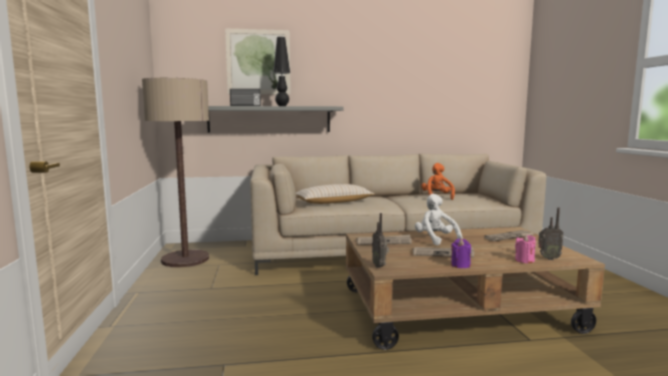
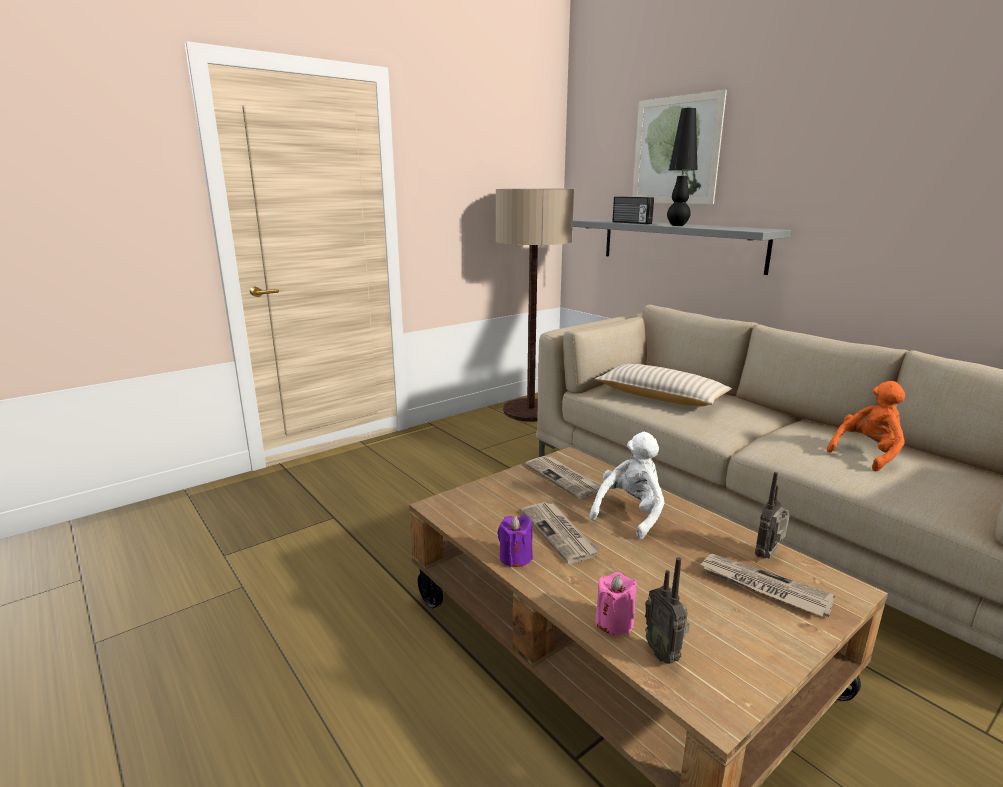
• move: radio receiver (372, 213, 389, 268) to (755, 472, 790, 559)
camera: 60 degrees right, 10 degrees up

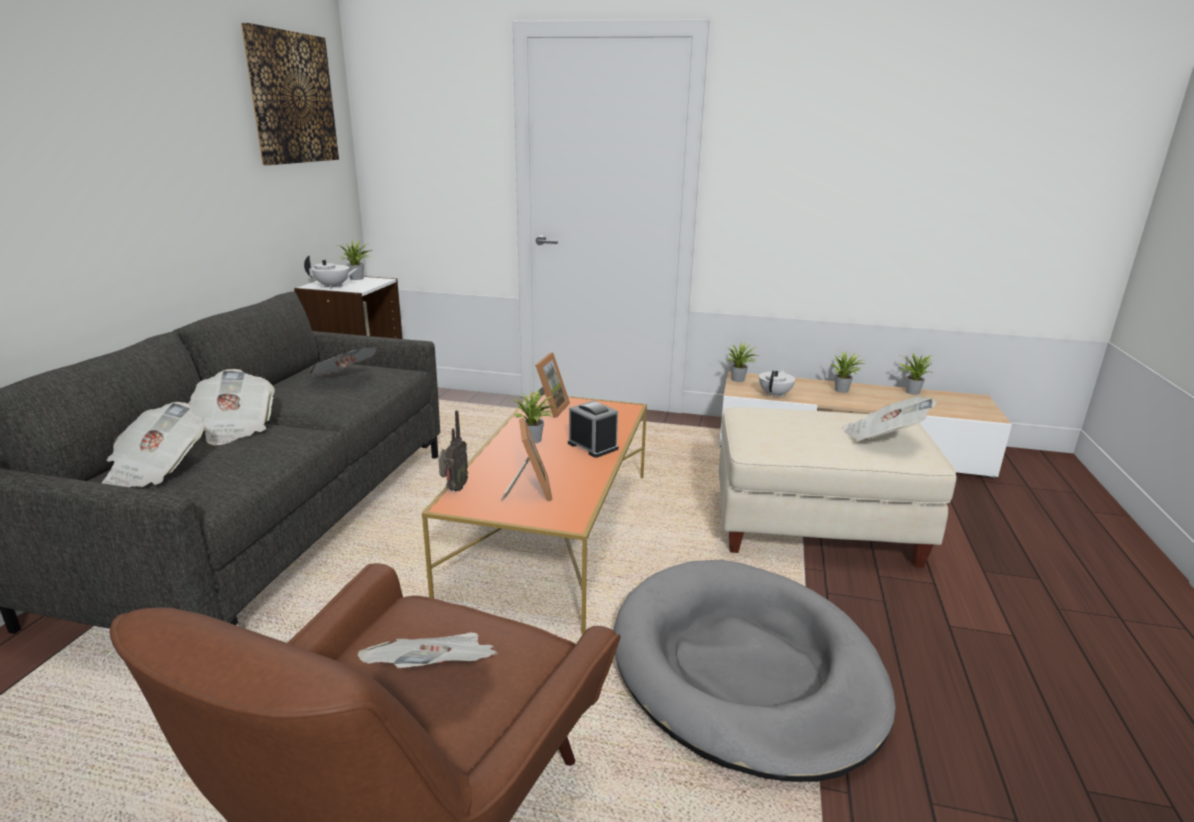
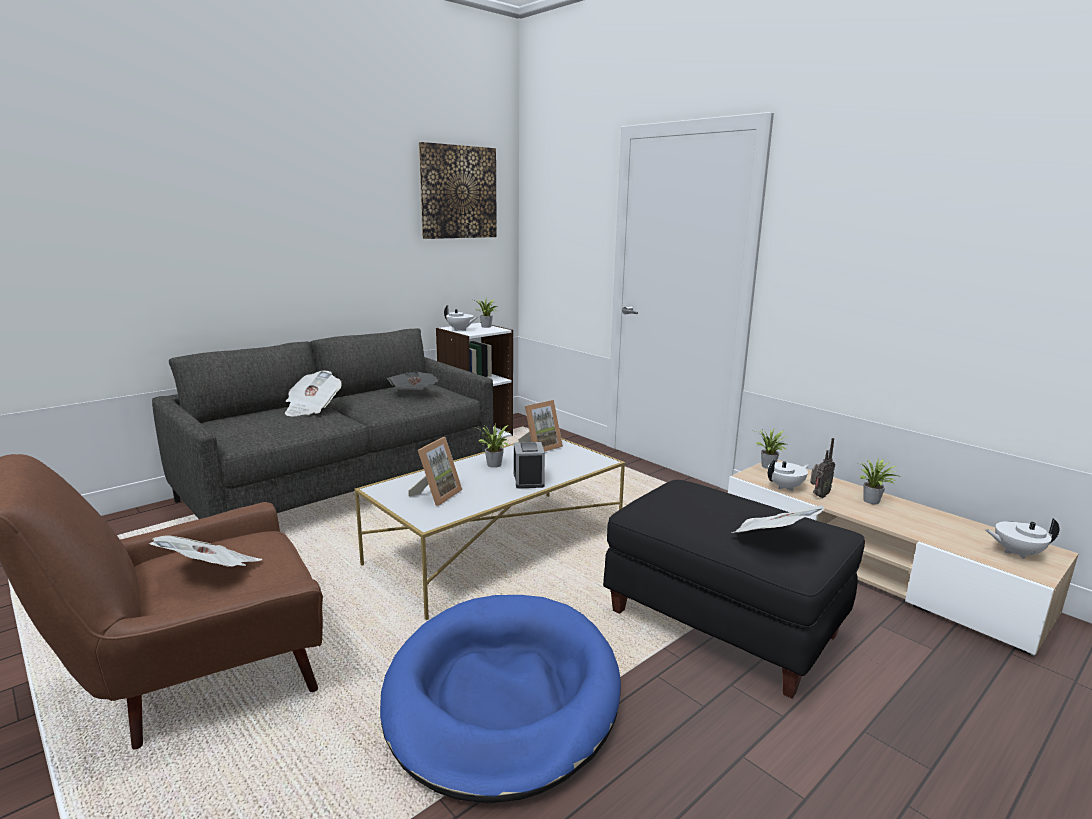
• delete: daily paper (102, 402, 204, 487)
• delete: potted plant (898, 352, 933, 395)
• insert: pot for tea (white) (985, 519, 1059, 559)
• move: radio receiver (438, 410, 468, 491) to (810, 438, 835, 498)
• recolor: coffee table (orangey) (422, 392, 647, 634) to coffee table (white) (354, 438, 625, 620)
• recolor: dog cushion (grey) (614, 560, 896, 782) to dog cushion (blue) (380, 595, 621, 803)
• recolor: footrest (sand-coloured) (718, 407, 956, 568) to footrest (black) (603, 480, 865, 699)
camera: 35 degrees right, 5 degrees down

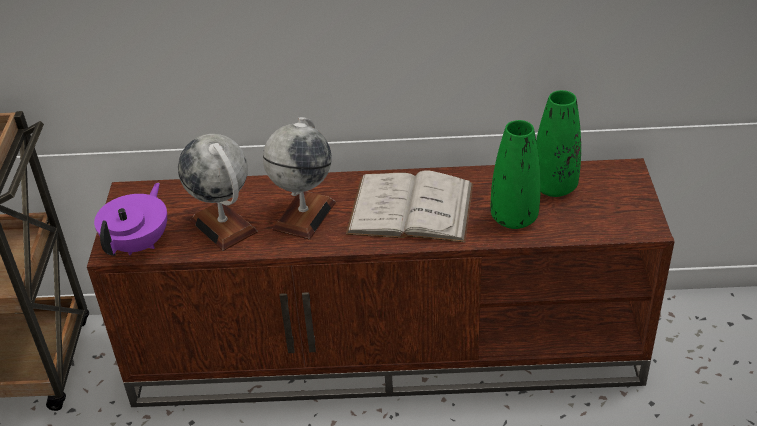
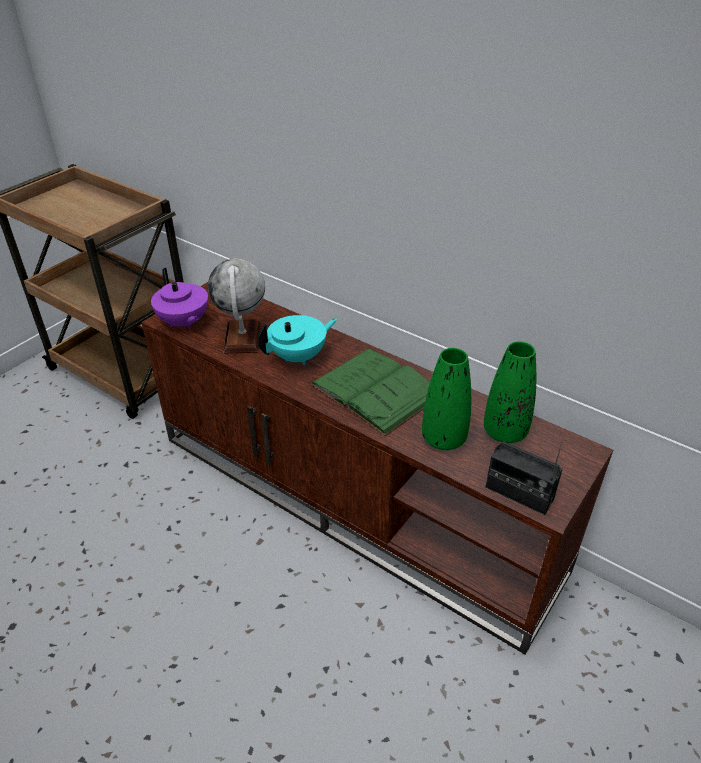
• insert: radio receiver (485, 441, 563, 515)
• replace: world globe (263, 117, 336, 239) to pot for tea (turquoise-coloured) (257, 315, 338, 366)
• recolor: bound book (white) (346, 170, 473, 242) to bound book (green) (311, 349, 430, 436)
• rotate: pot for tea (purple-coloured) (94, 183, 167, 256) = (151, 268, 208, 330) 90 degrees clockwise
camera: 35 degrees right, 0 degrees up

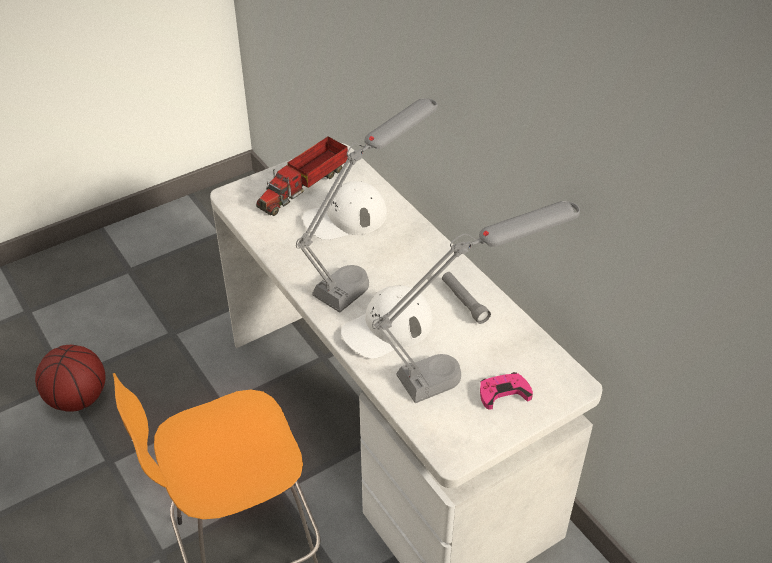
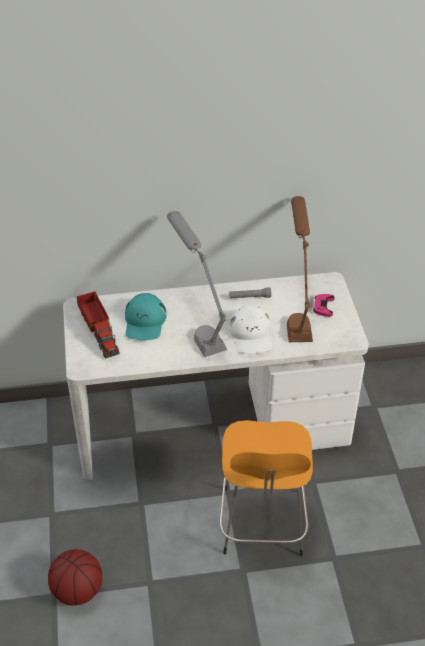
• recolor: peaked cap (white) (303, 181, 387, 240) to peaked cap (turquoise-coloured) (125, 293, 166, 340)
• recolor: lamp for a table (grey) (372, 201, 580, 403) to lamp for a table (brown-coloured) (287, 196, 313, 342)
camera: 65 degrees left, 0 degrees up

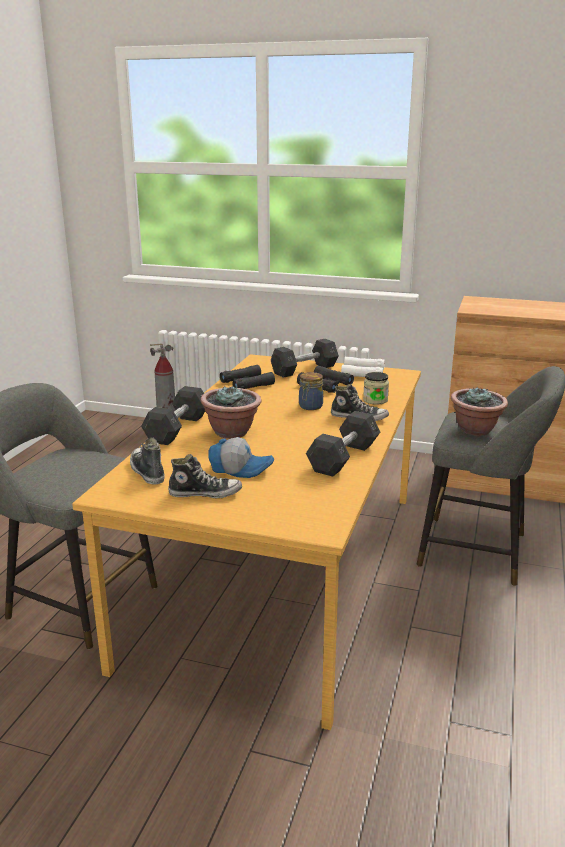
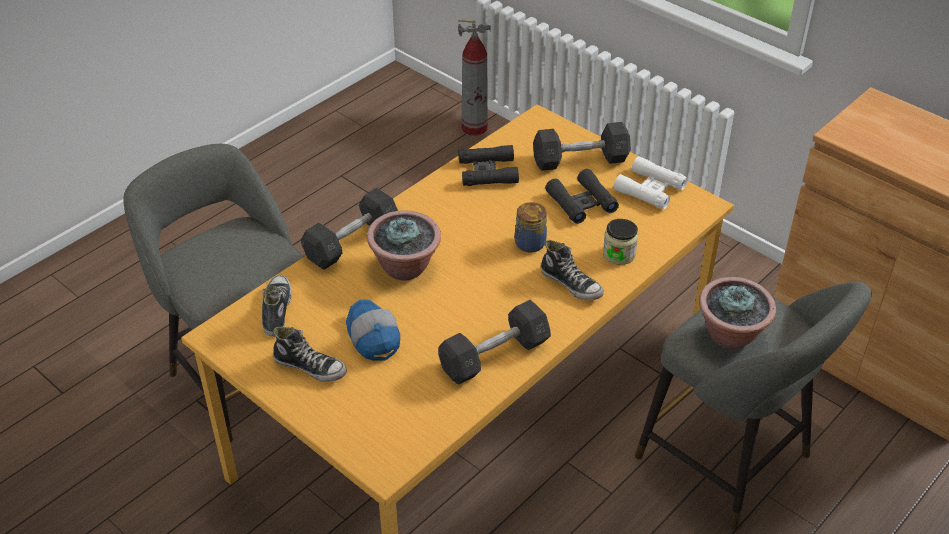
• rotate: peaked cap (208, 437, 274, 478) = (346, 300, 400, 361) 150 degrees counterclockwise
camera: 25 degrees right, 20 degrees up

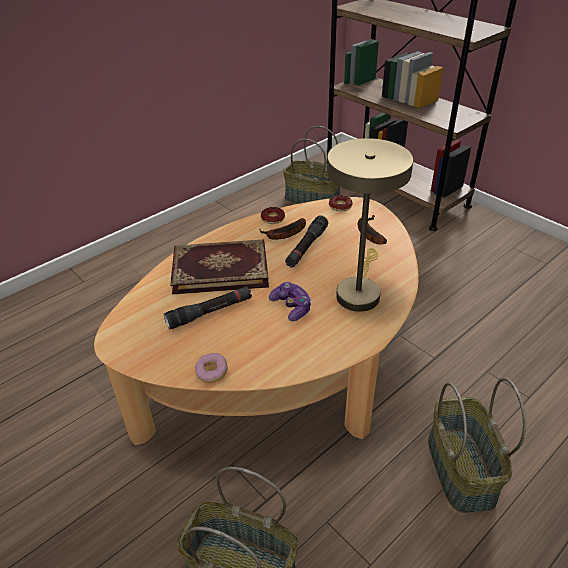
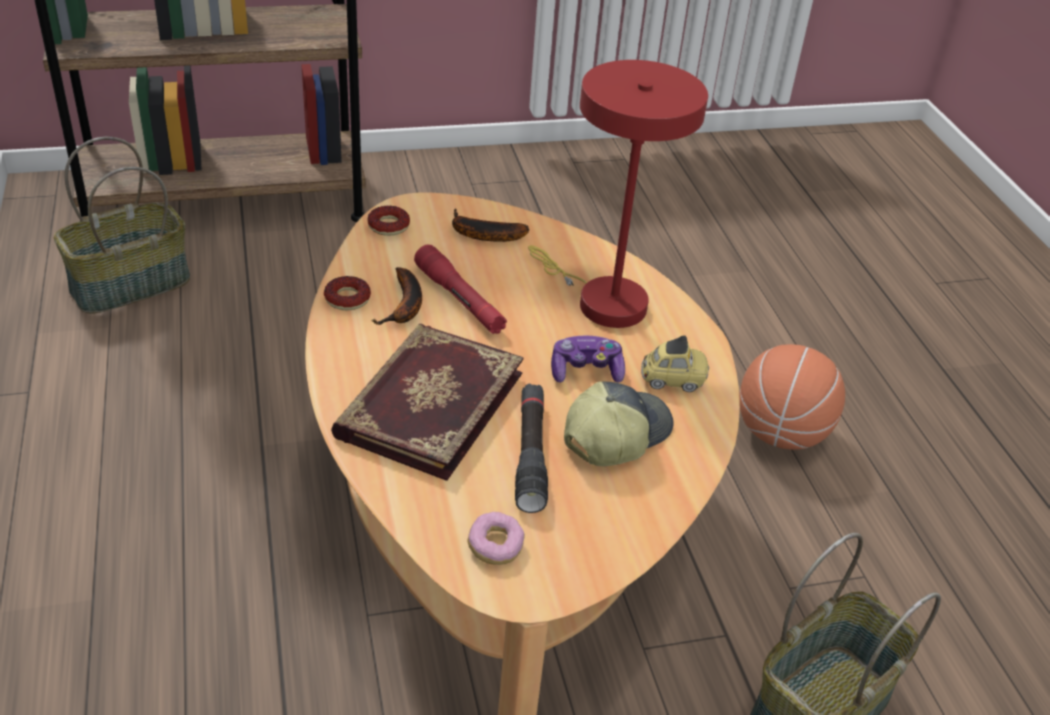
• insert: peaked cap (564, 381, 674, 466)
• insert: model car (641, 336, 709, 392)
• move: ring doughnut (195, 353, 228, 383) to (468, 512, 525, 565)
• replace: household basket (428, 378, 526, 513) to ball for basketball (739, 344, 845, 450)
• recolor: hand torch (black) (285, 215, 328, 268) to hand torch (reddish) (414, 245, 507, 334)
• recolor: lamp for a table (sand-coloured) (327, 138, 413, 312) to lamp for a table (reddish) (528, 60, 708, 328)
camera: 65 degrees left, 0 degrees up

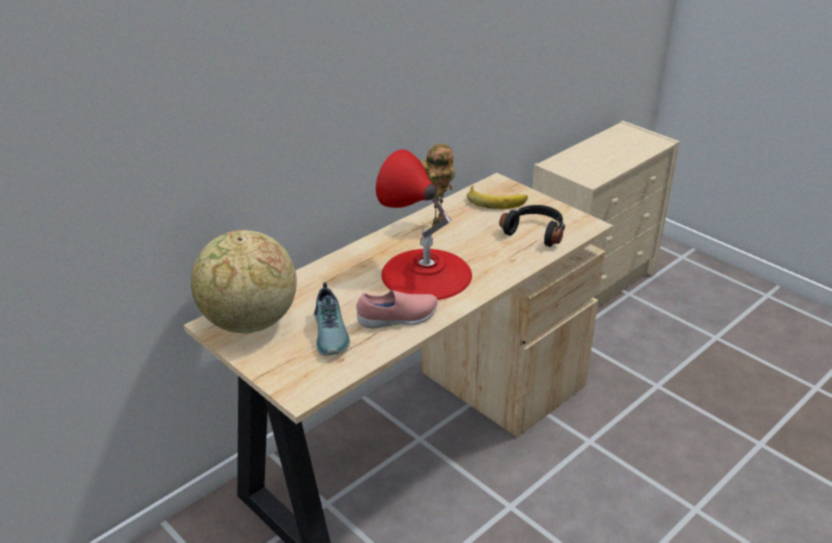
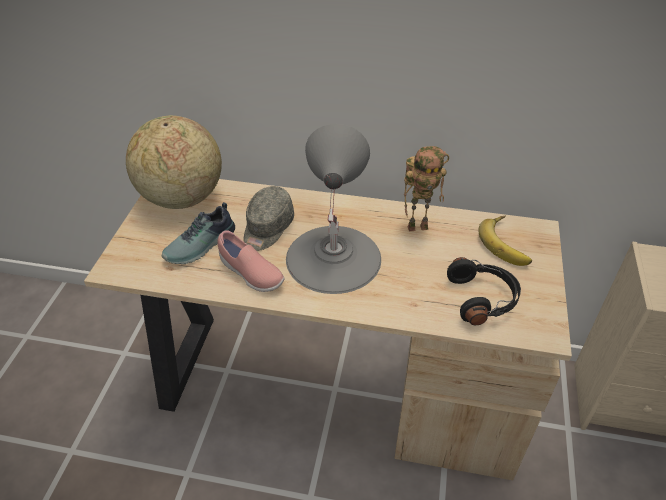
• insert: peaked cap (grey) (243, 186, 294, 251)
• recolor: lamp for a table (reddish) (376, 149, 472, 300) to lamp for a table (grey) (286, 124, 381, 294)
camera: 55 degrees right, 10 degrees up

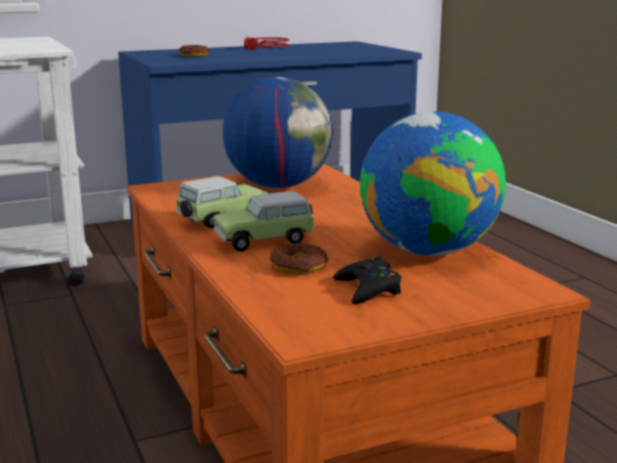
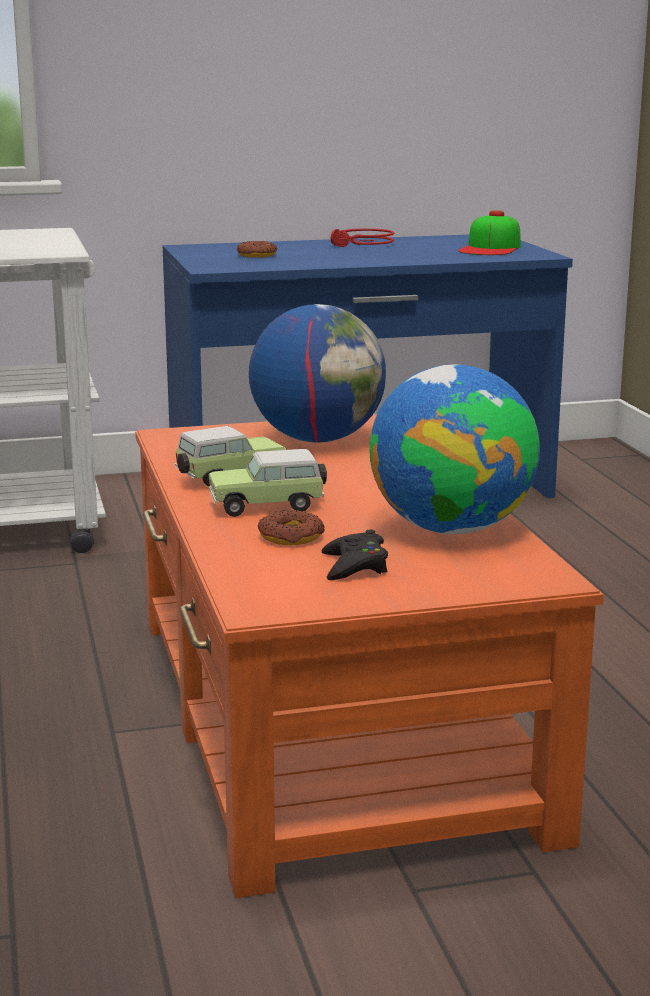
• insert: peaked cap (458, 211, 521, 255)
camera: 10 degrees right, 0 degrees up

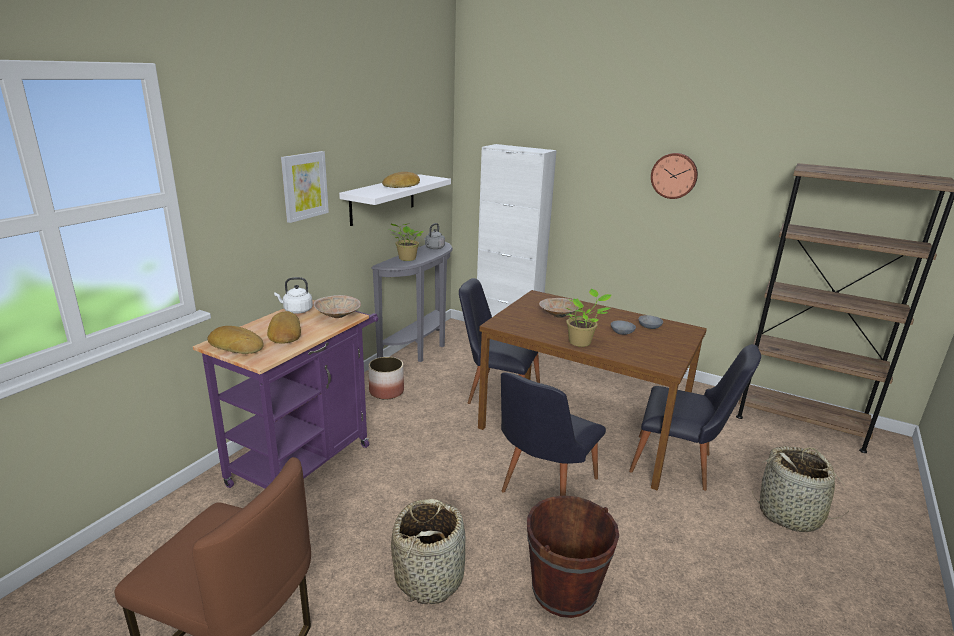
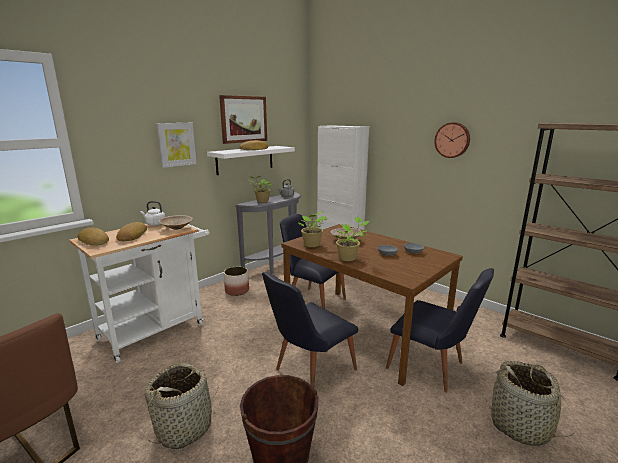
• insert: wall art (219, 95, 267, 144)
• insert: potted plant (298, 211, 327, 247)
• recolor: cart (purple-coloured) (193, 300, 378, 489) to cart (white) (69, 224, 209, 363)
camera: 15 degrees right, 5 degrees down

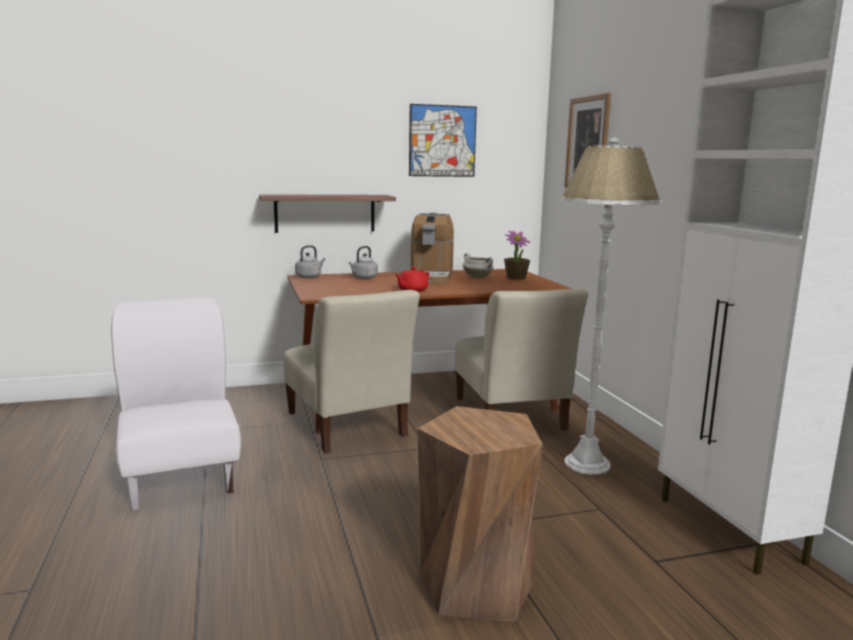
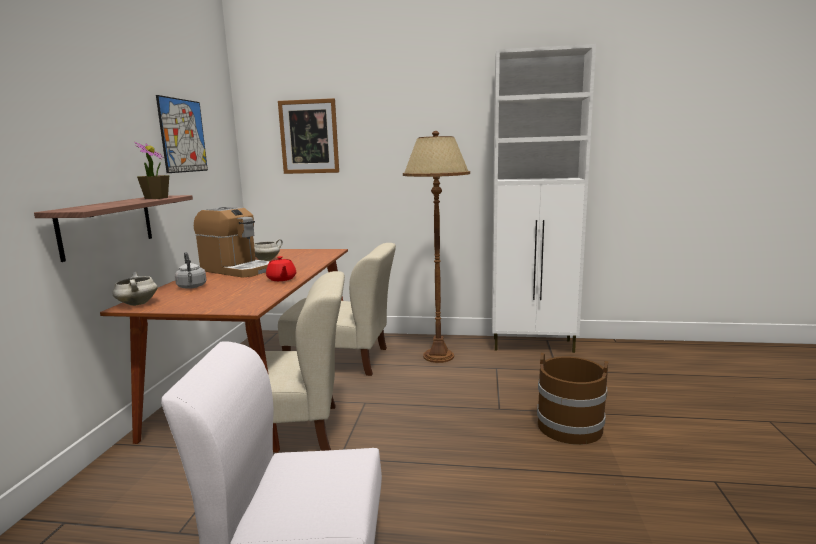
• move: potted plant (504, 231, 531, 280) to (134, 142, 169, 199)
• replace: kettle (grey) (295, 245, 325, 278) to saucepot (white) (112, 272, 158, 306)
• replace: sitting stool (brown-coloured) (417, 406, 543, 621) to pail (brown-coloured) (537, 353, 608, 445)
• recolor: floor lamp (white) (560, 138, 662, 474) to floor lamp (brown-coloured) (403, 131, 470, 363)
camera: 65 degrees left, 0 degrees up

